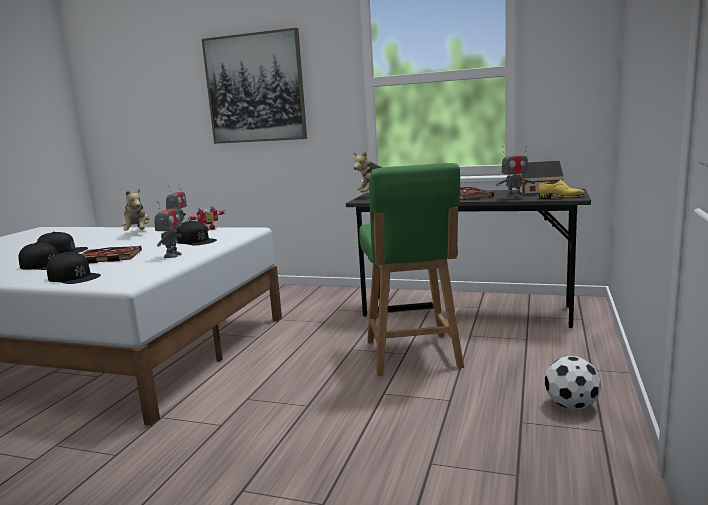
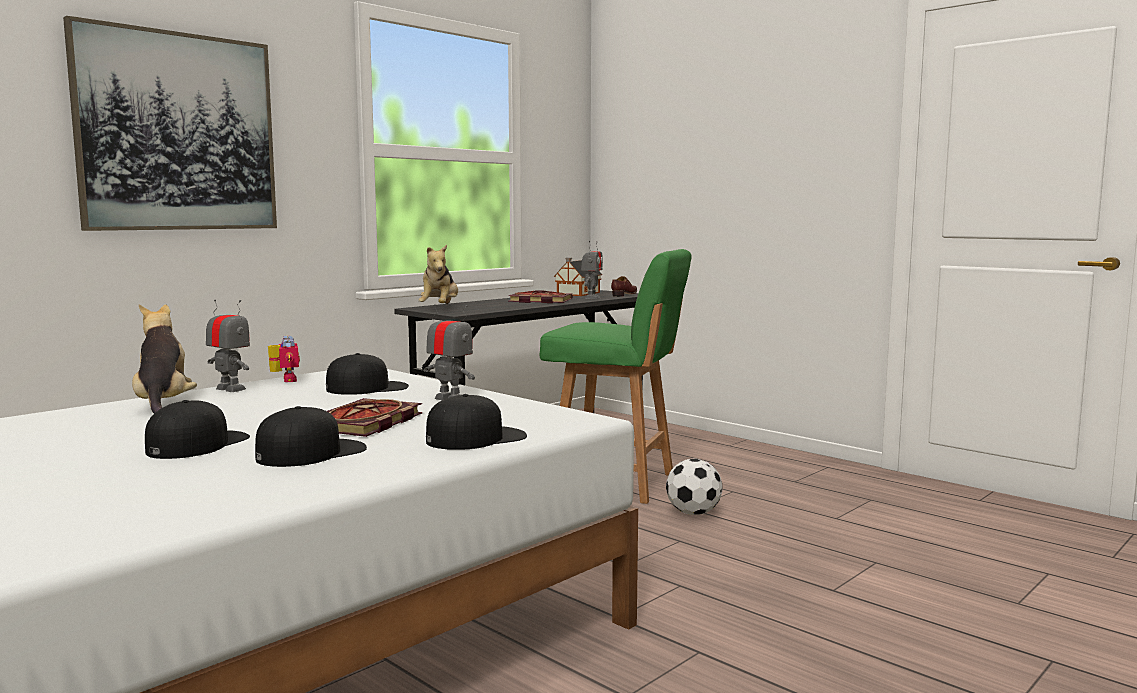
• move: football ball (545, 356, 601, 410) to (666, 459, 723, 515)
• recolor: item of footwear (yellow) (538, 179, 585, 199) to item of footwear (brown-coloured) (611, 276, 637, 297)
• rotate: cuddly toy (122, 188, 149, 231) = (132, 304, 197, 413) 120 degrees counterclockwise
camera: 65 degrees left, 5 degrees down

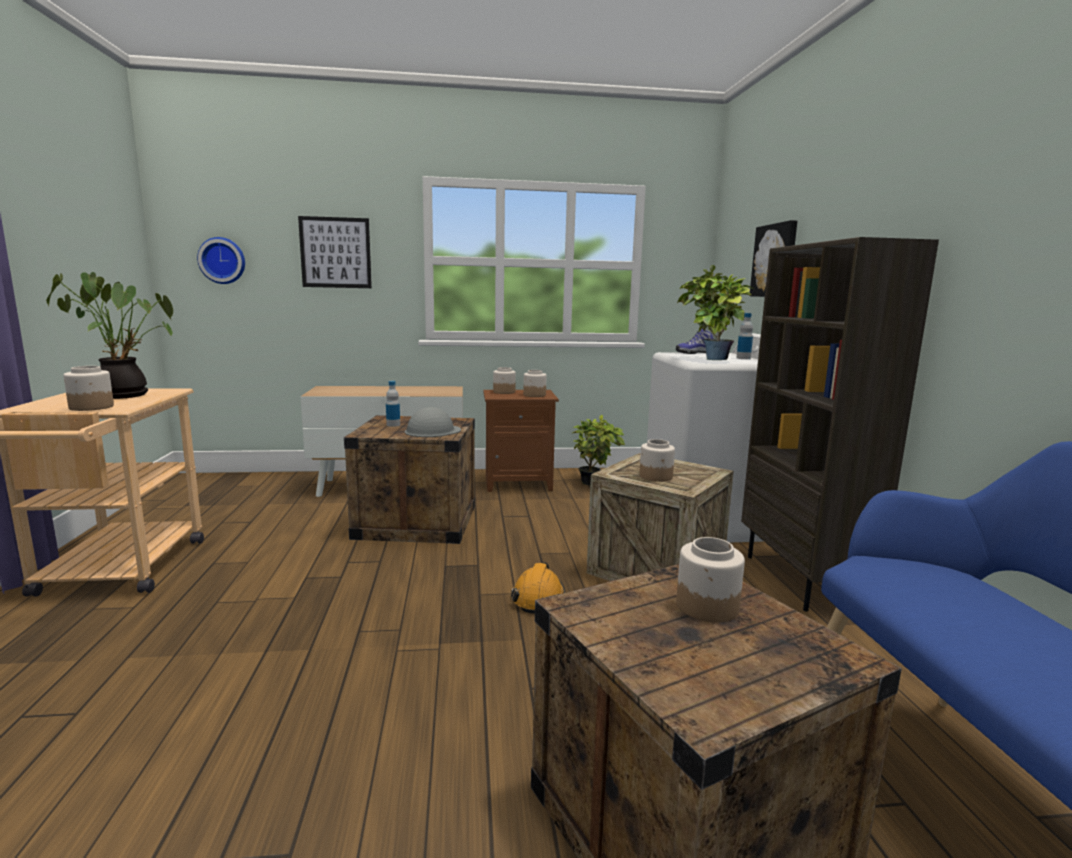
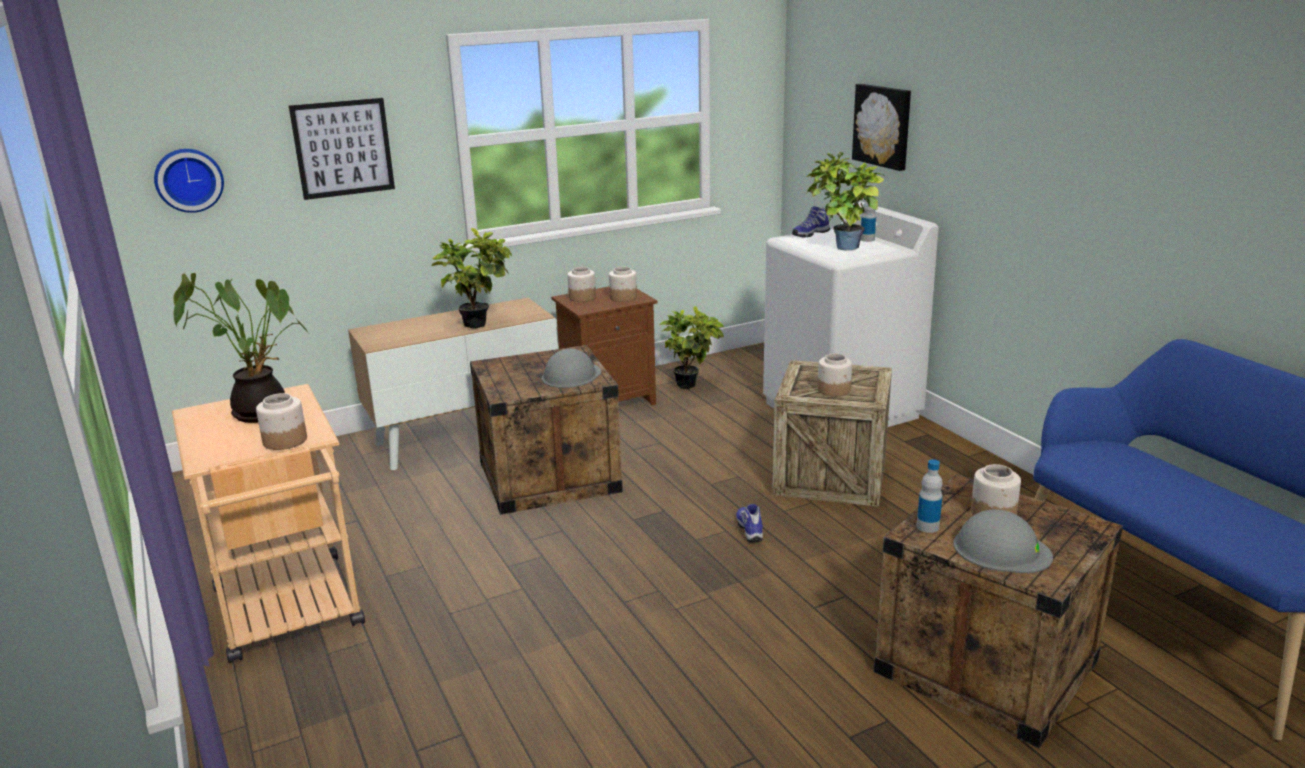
• delete: shelving unit (brown-coloured) (741, 237, 939, 612)
• insert: potted plant (431, 228, 512, 329)
• insert: hard hat (grey) (953, 509, 1053, 573)
• move: beverage bottle (386, 381, 400, 427) to (917, 459, 943, 533)
• replace: hard hat (orangey) (511, 562, 565, 614) to item of footwear (736, 504, 763, 543)
camera: 20 degrees left, 10 degrees up

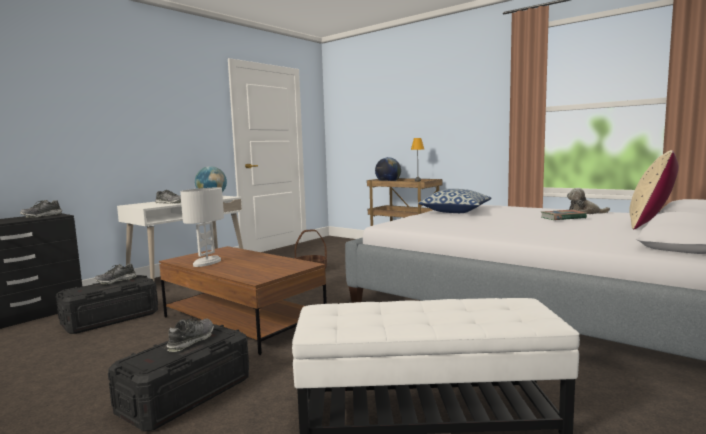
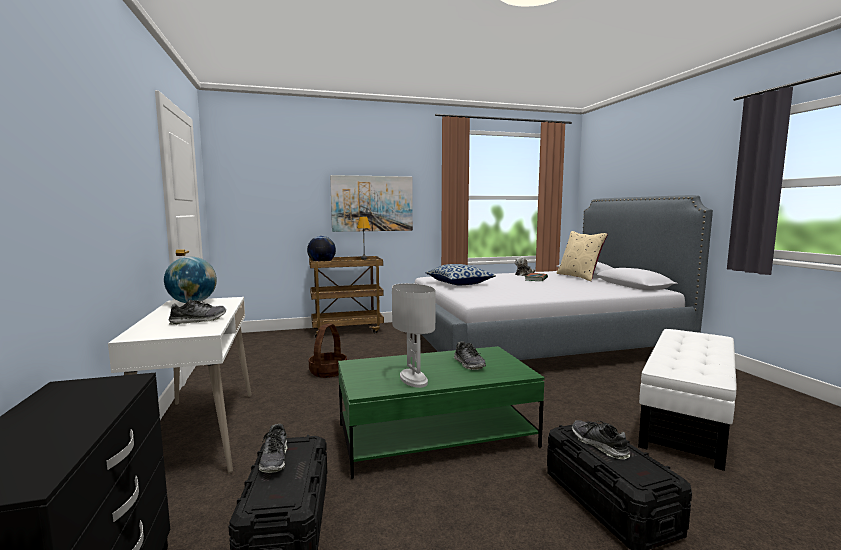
• insert: wall art (330, 175, 413, 232)
• move: item of footwear (20, 200, 62, 218) to (454, 341, 486, 370)
• recolor: coffee table (brown-coloured) (159, 246, 327, 355) to coffee table (green) (338, 346, 545, 479)
camera: 55 degrees left, 0 degrees up

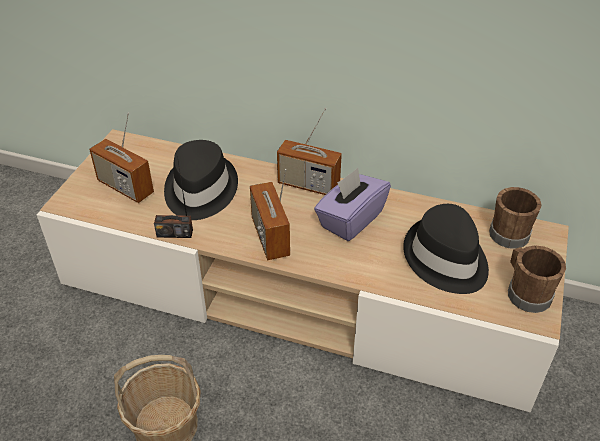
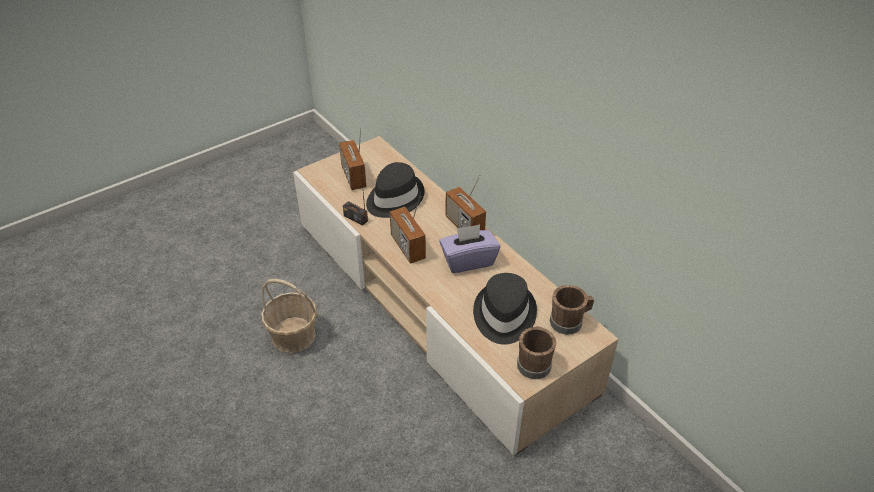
• rotate: radio receiver (250, 169, 290, 260) = (390, 196, 426, 264) 45 degrees counterclockwise
camera: 35 degrees right, 0 degrees up

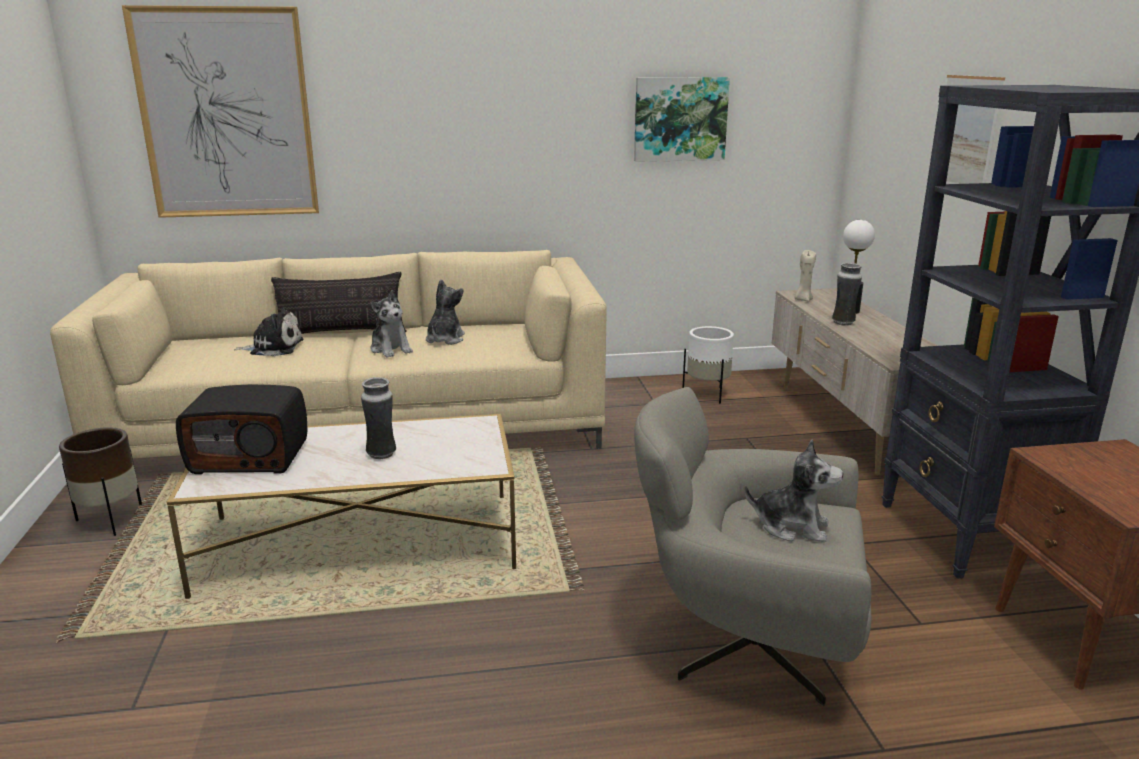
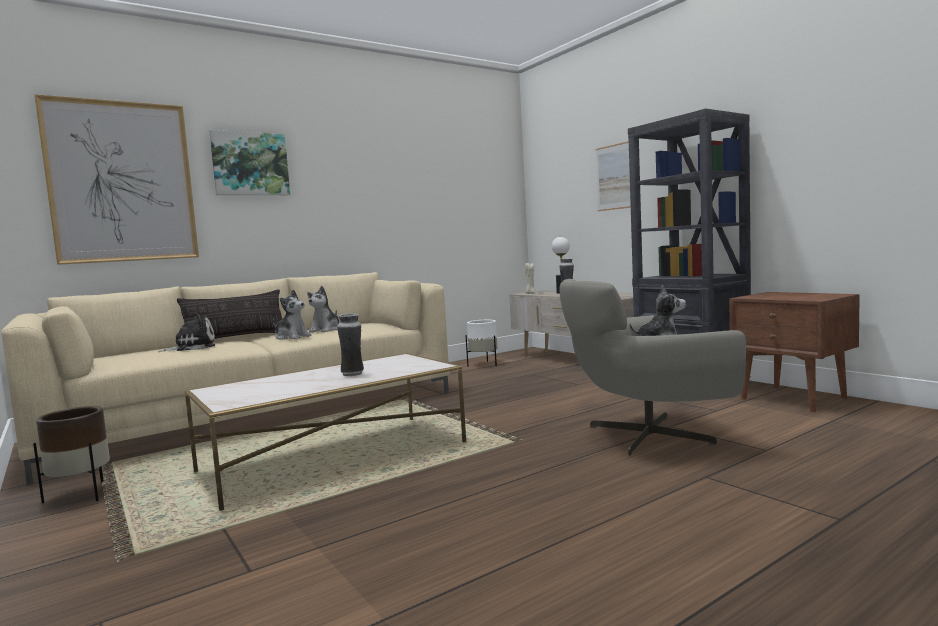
• delete: radio receiver (176, 384, 307, 474)
• move: wall art (634, 77, 730, 162) to (209, 130, 290, 195)
• rotate: cuddly toy (426, 279, 465, 345) = (307, 286, 339, 333) 150 degrees counterclockwise
camera: 25 degrees left, 15 degrees down

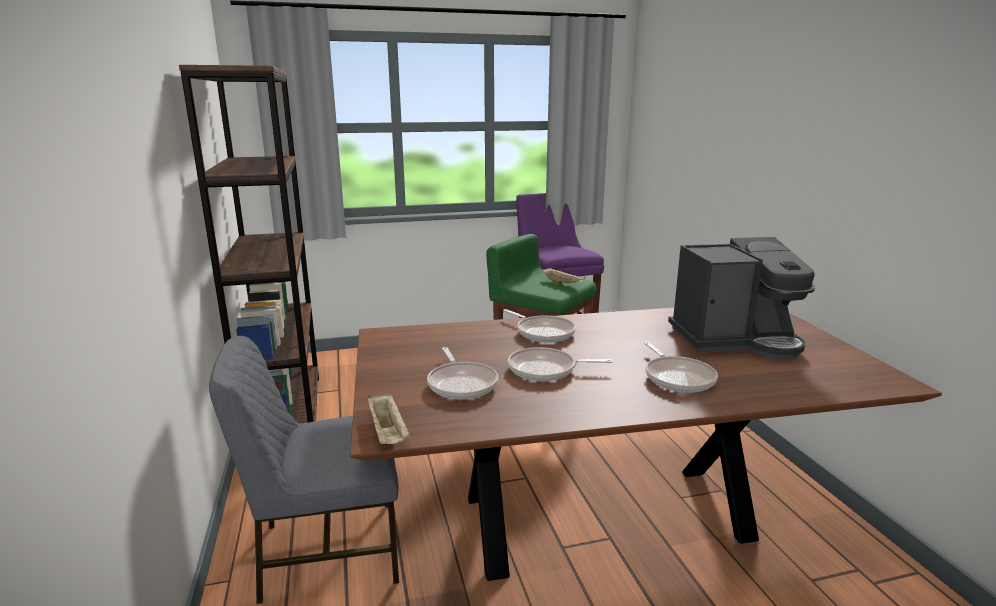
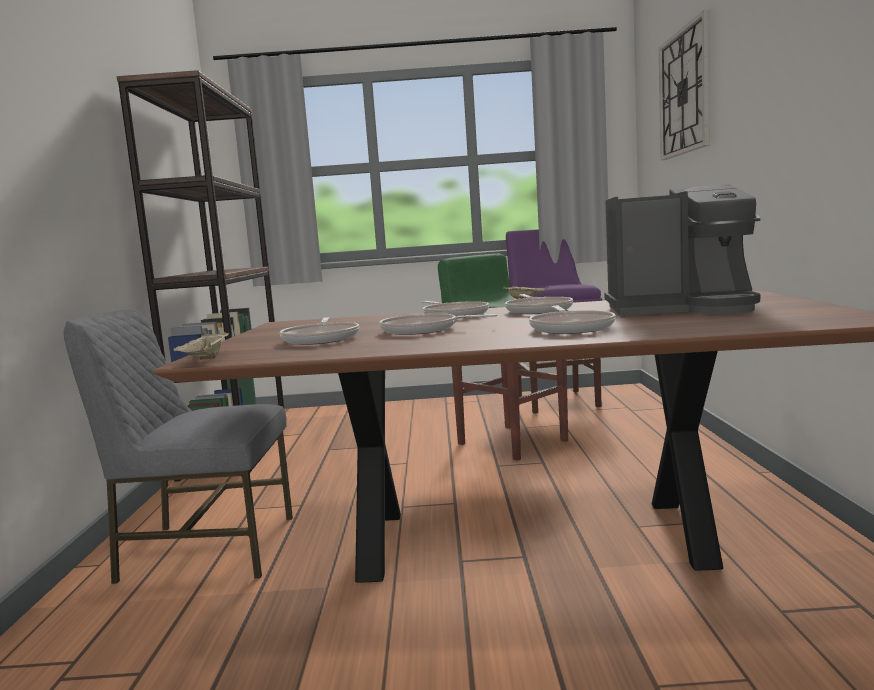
• insert: frying pan (505, 294, 573, 314)
• insert: wall clock (659, 10, 710, 160)
camera: 15 degrees right, 10 degrees down

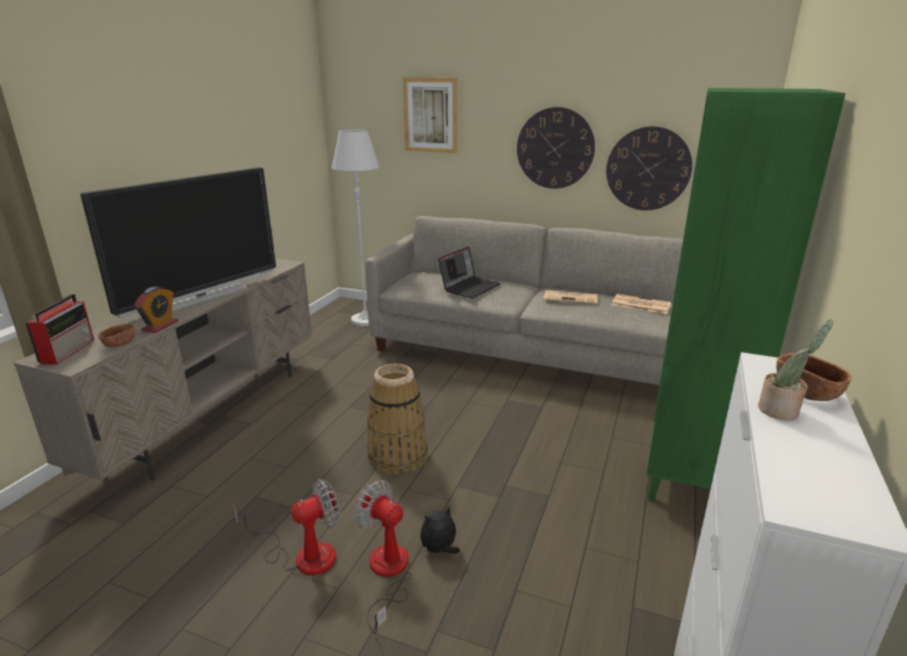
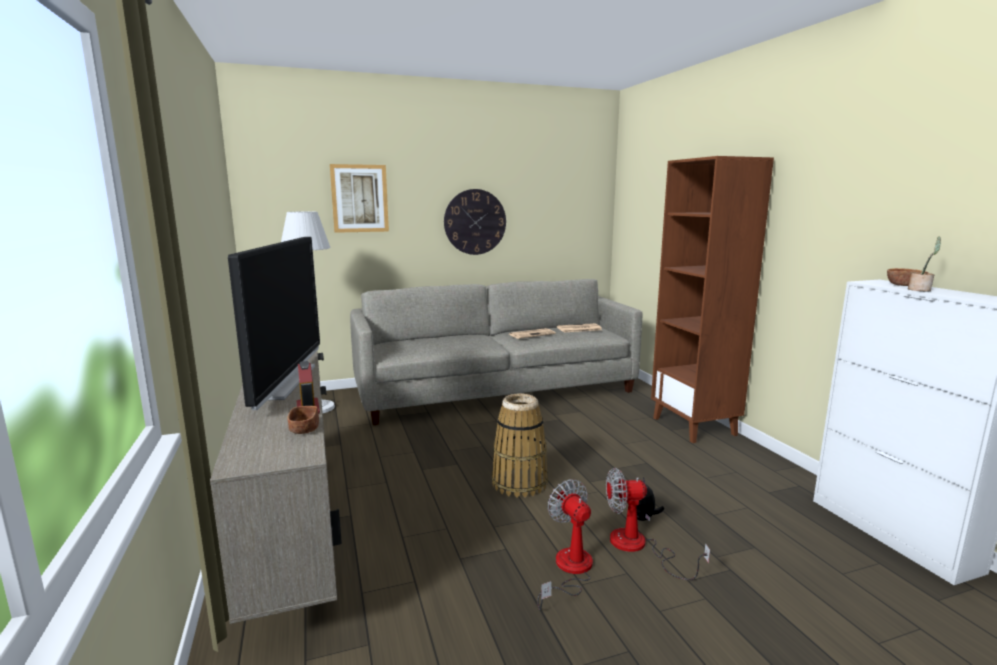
• delete: radio receiver (25, 294, 94, 365)
• delete: laptop (438, 247, 501, 298)
• delete: wall clock (606, 126, 692, 210)
• recolor: shelving unit (green) (646, 88, 846, 502) to shelving unit (brown-coloured) (651, 156, 774, 443)
• rotate: fan (233, 479, 340, 575) = (537, 479, 593, 610) 45 degrees counterclockwise
camera: 40 degrees left, 10 degrees down

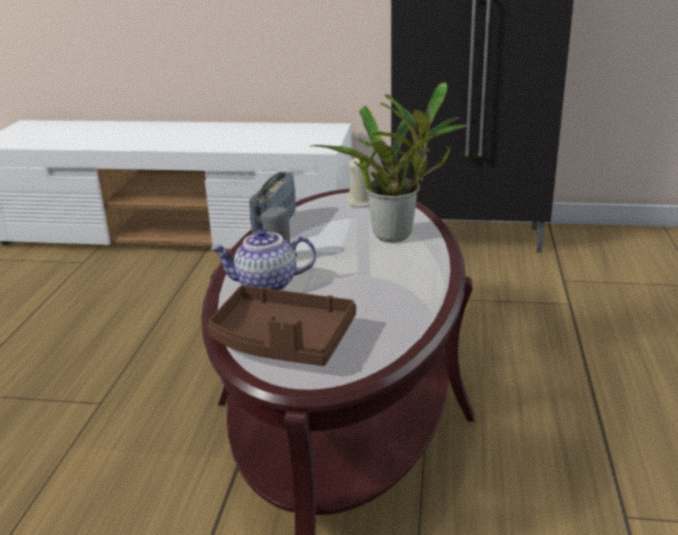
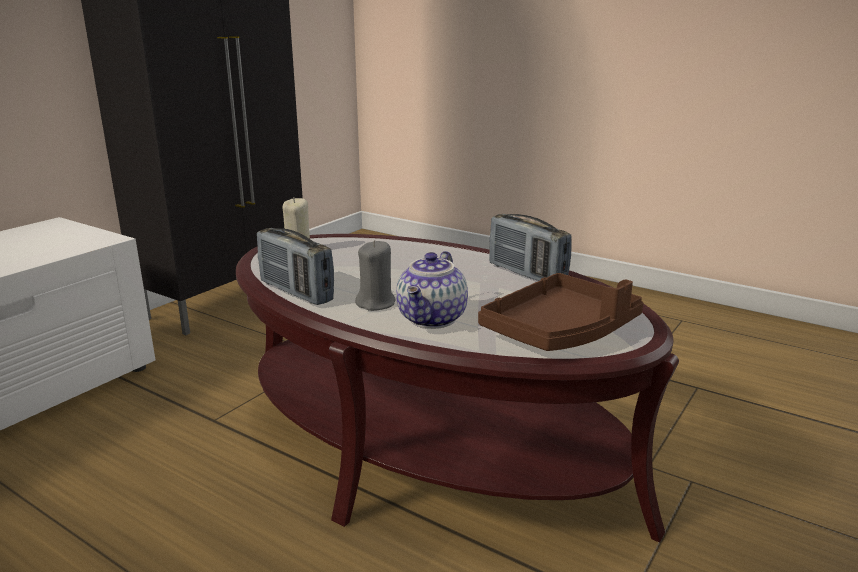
• delete: potted plant (310, 82, 468, 243)
• insert: radio receiver (489, 214, 572, 281)
camera: 65 degrees left, 5 degrees down

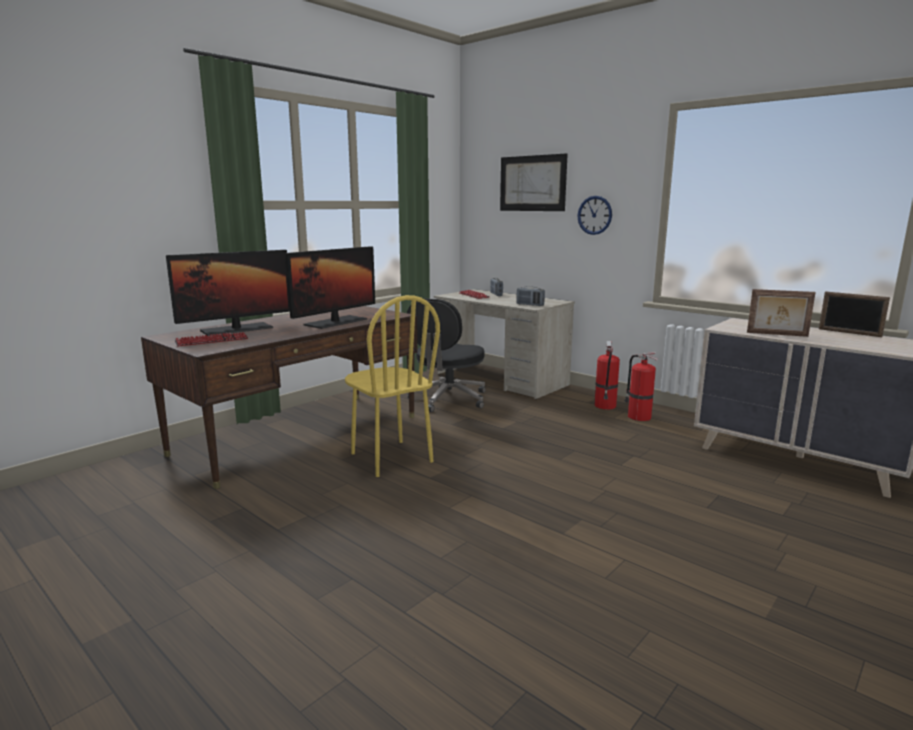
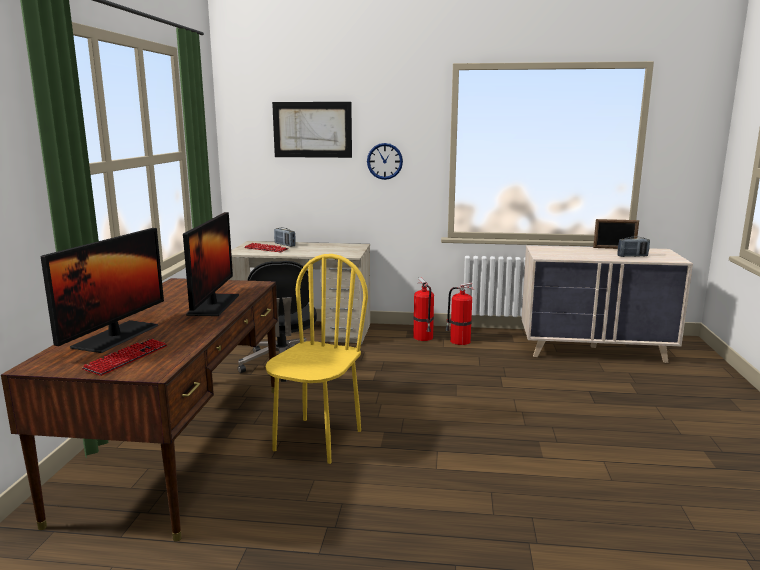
• delete: picture frame (747, 289, 816, 337)
• move: radio receiver (516, 286, 545, 306) to (617, 237, 650, 257)
• rotate: upright chair (yellow) (345, 295, 440, 477) = (265, 254, 368, 464) 90 degrees counterclockwise
camera: 35 degrees left, 0 degrees up

